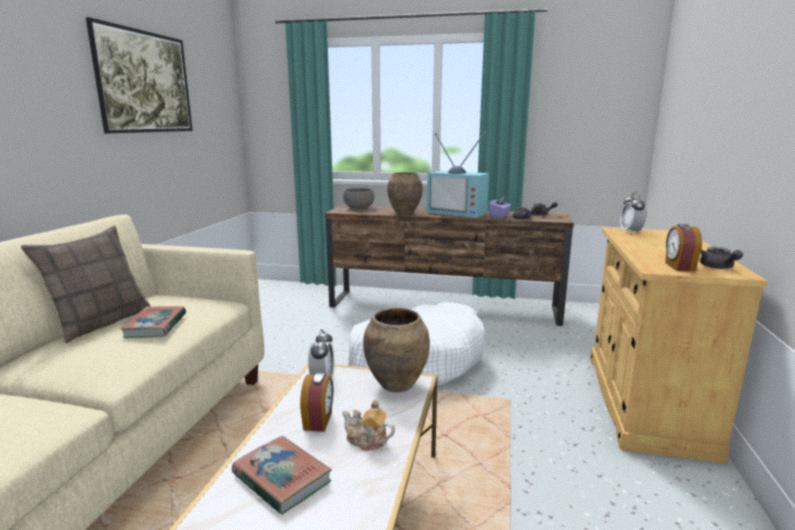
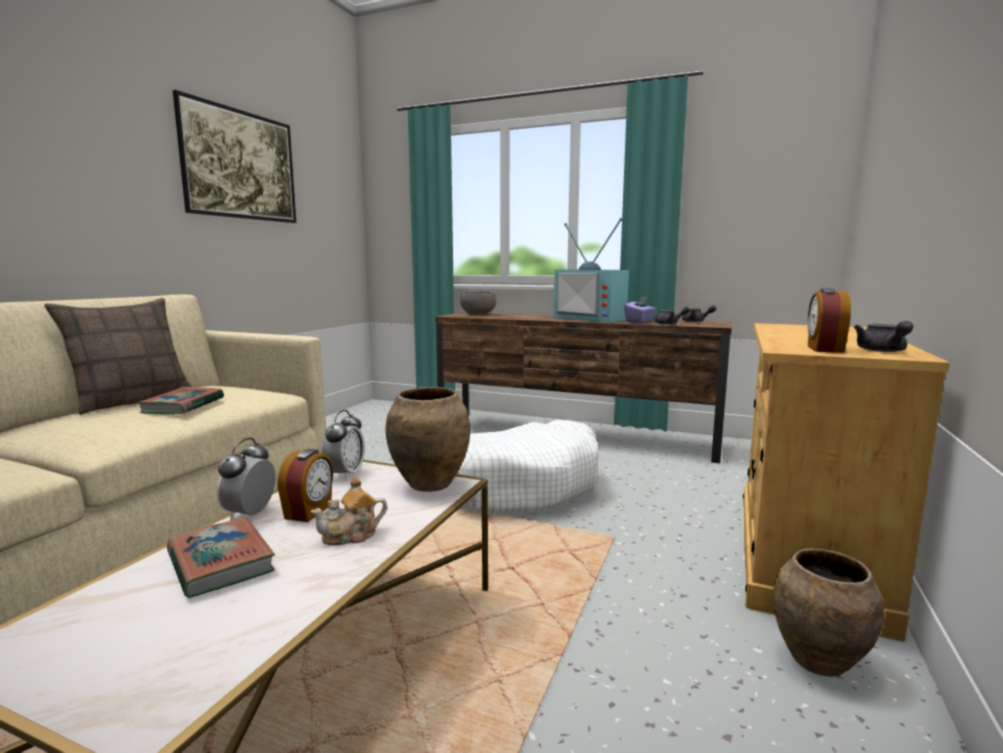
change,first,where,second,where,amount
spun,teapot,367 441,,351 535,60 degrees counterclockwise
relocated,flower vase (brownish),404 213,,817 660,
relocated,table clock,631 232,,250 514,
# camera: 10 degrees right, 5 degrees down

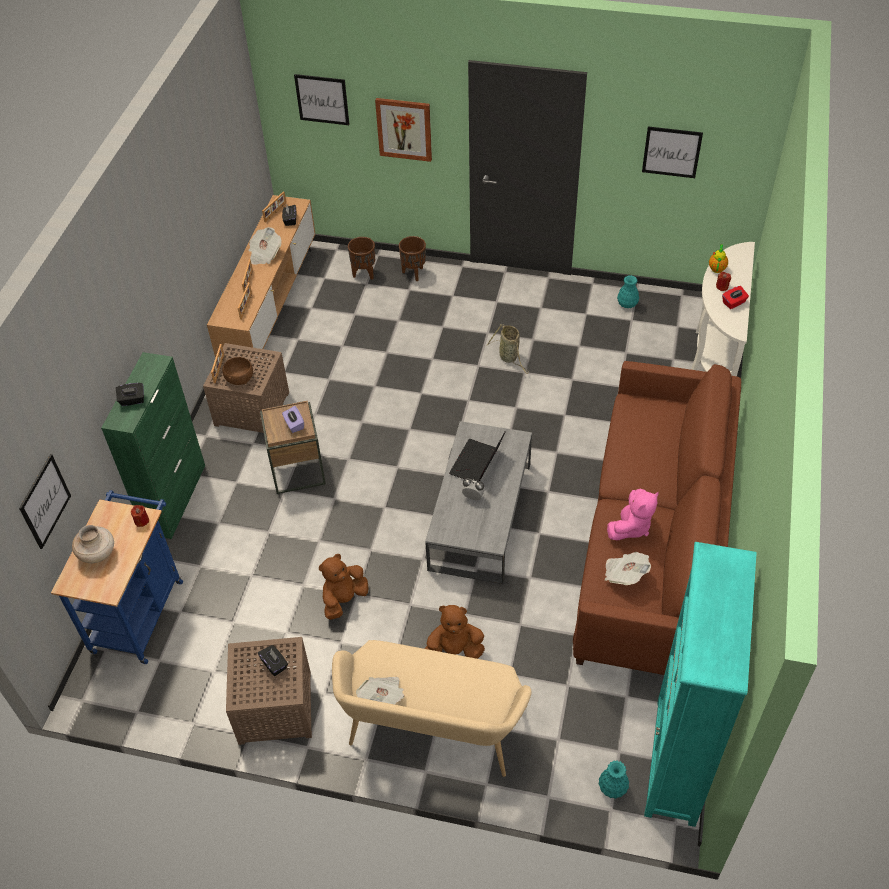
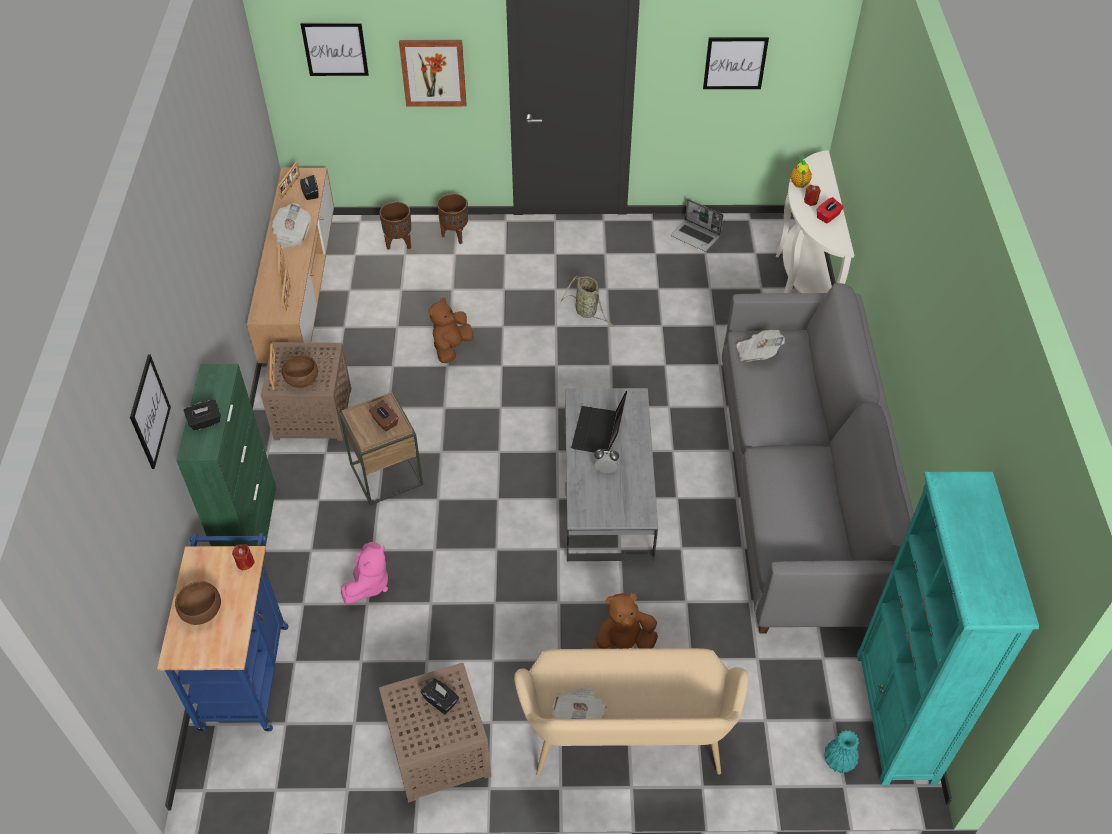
change,first,where,second,where,amount
relocated,wall art,45 501,,149 412,
exchanged,flower vase (sand-coloured),98 554,serving bowl (brownish),202 611,
colour,box of tissues (purple-coloured),294 424,box of tissues (brownish),384 422,
relocated,soft toy (brownish),344 599,,451 347,
colour,couch (brownish),654 545,couch (gray),802 489,
relocated,daily paper,625 574,,757 353,
relocated,soft toy (pink-coloured),631 527,,369 584,
exchanged,flower vase (turquoise-coloured),627 304,portable computer,696 236,
# camera: 15 degrees left, 0 degrees up

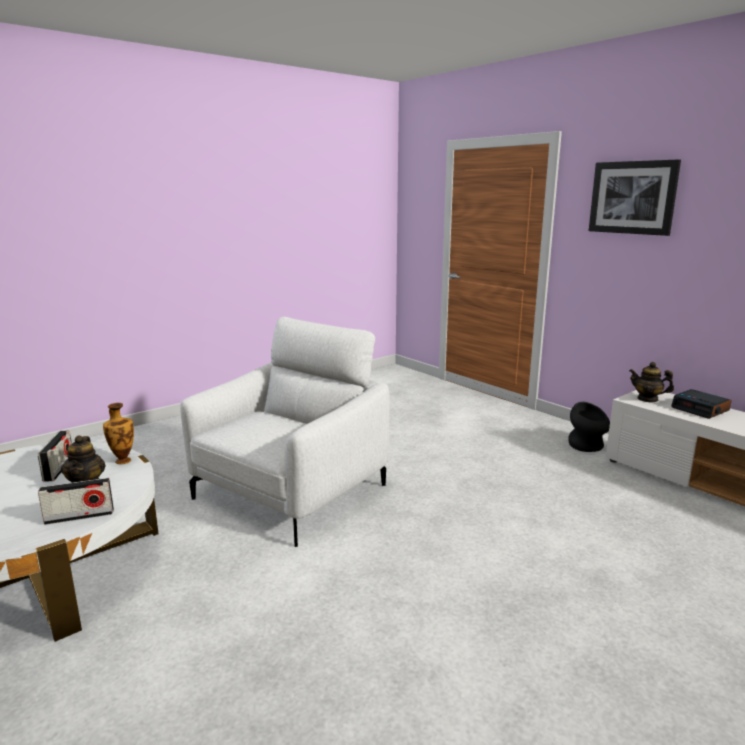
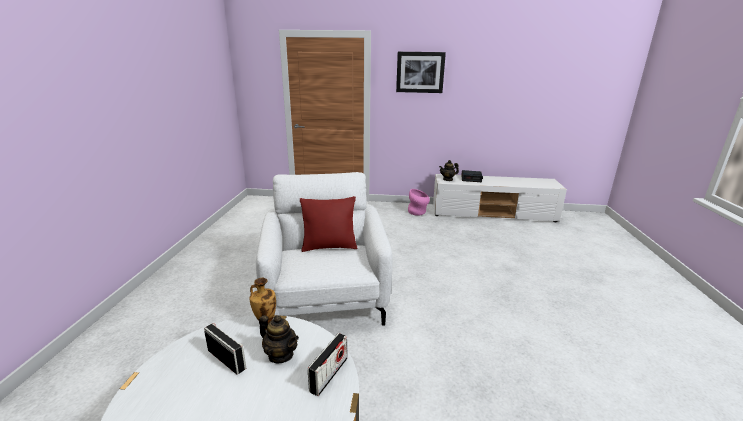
change,first,where,second,where,amount
colour,flower vase (black),587 447,flower vase (pink-coloured),418 212,
appeared,,,cushion (red),329 247,
# camera: 45 degrees left, 5 degrees up

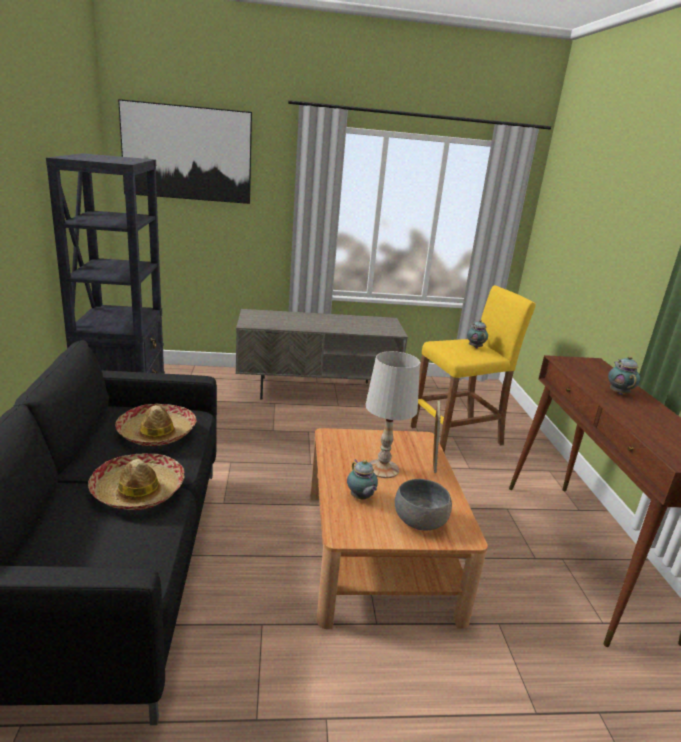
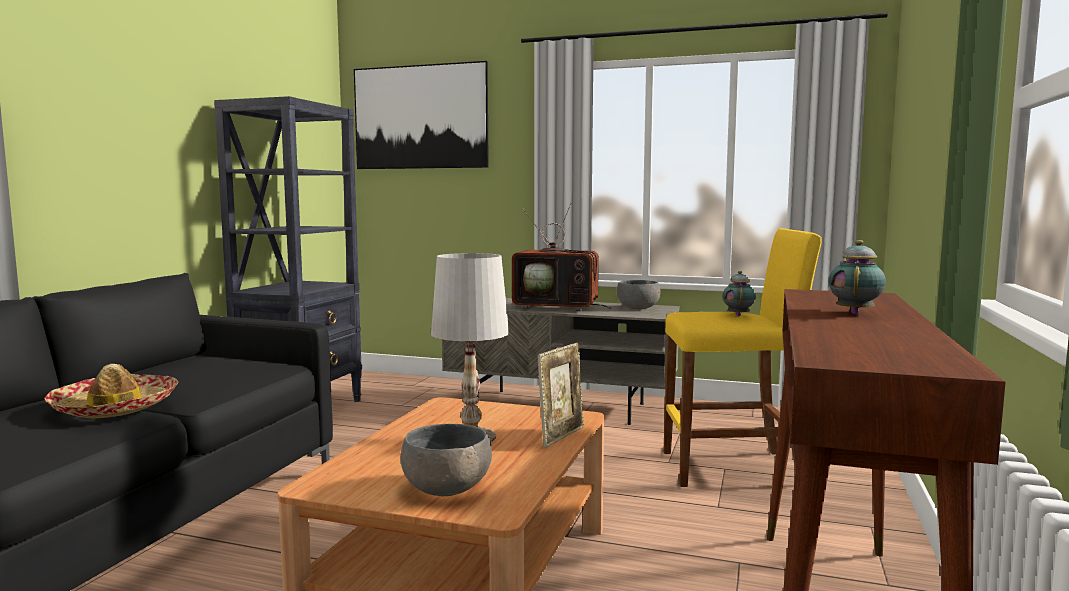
change,first,where,second,where,amount
missing,clothing hat,157 433,,,
missing,teapot,360 498,,,
appeared,,,TV set,559 307,
appeared,,,serving bowl (gray),638 308,
# camera: 25 degrees right, 15 degrees down

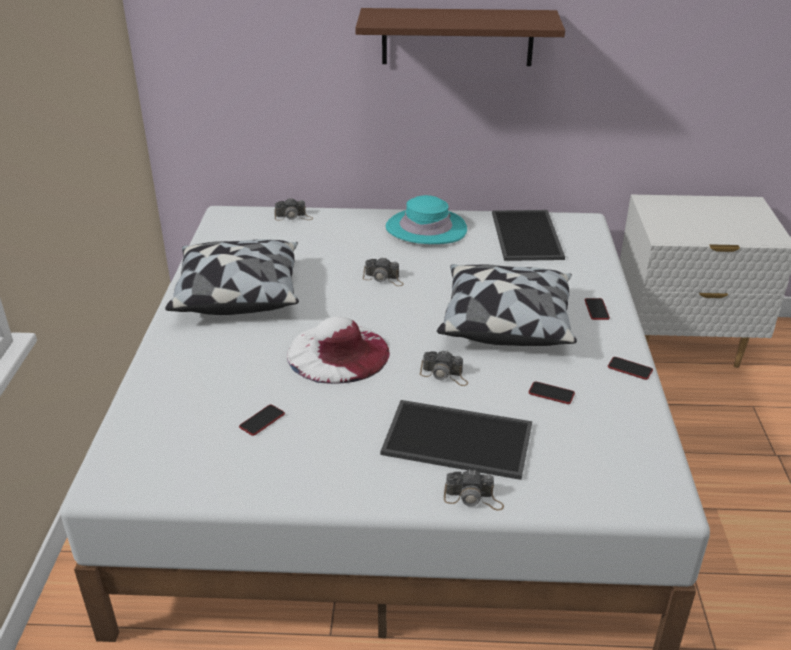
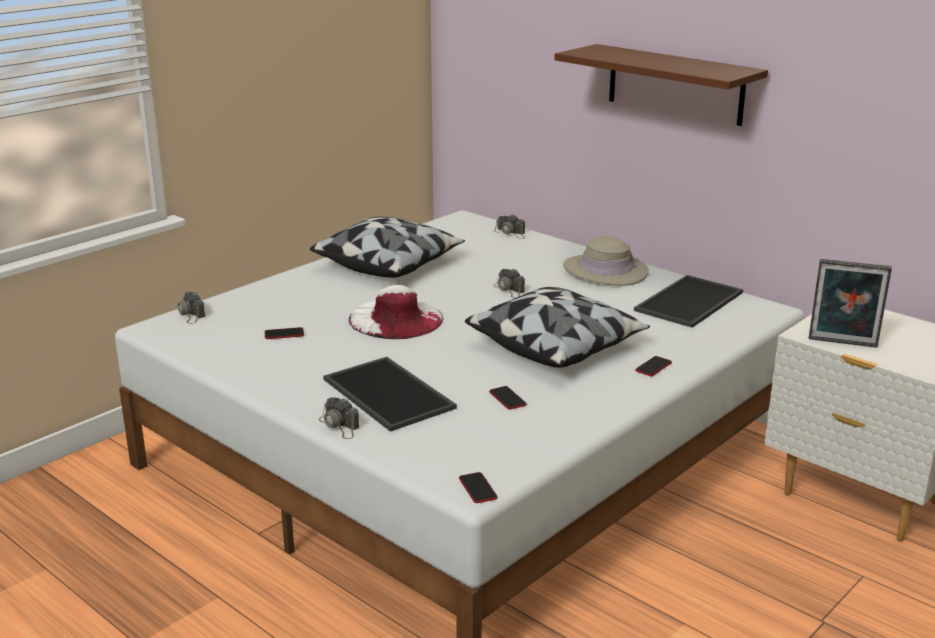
change,first,where,second,where,amount
colour,clothing hat (turquoise-coloured),426 229,clothing hat (sand-coloured),605 271,
relocated,still camera,444 375,,190 314,
relocated,phone,629 369,,478 488,
appeared,,,picture frame,842 344,
# camera: 40 degrees right, 10 degrees down

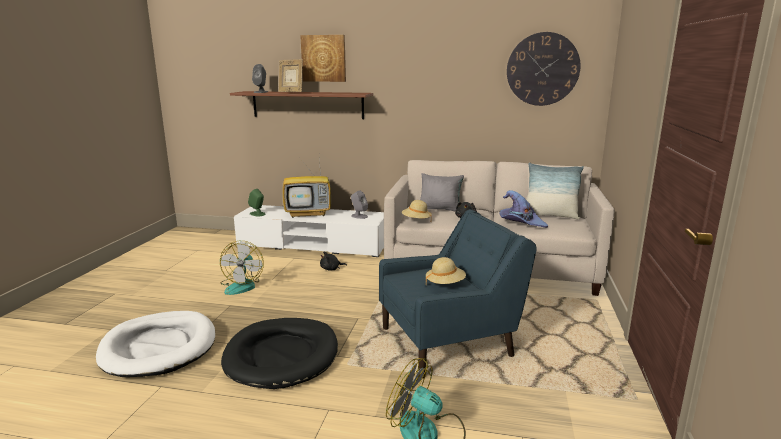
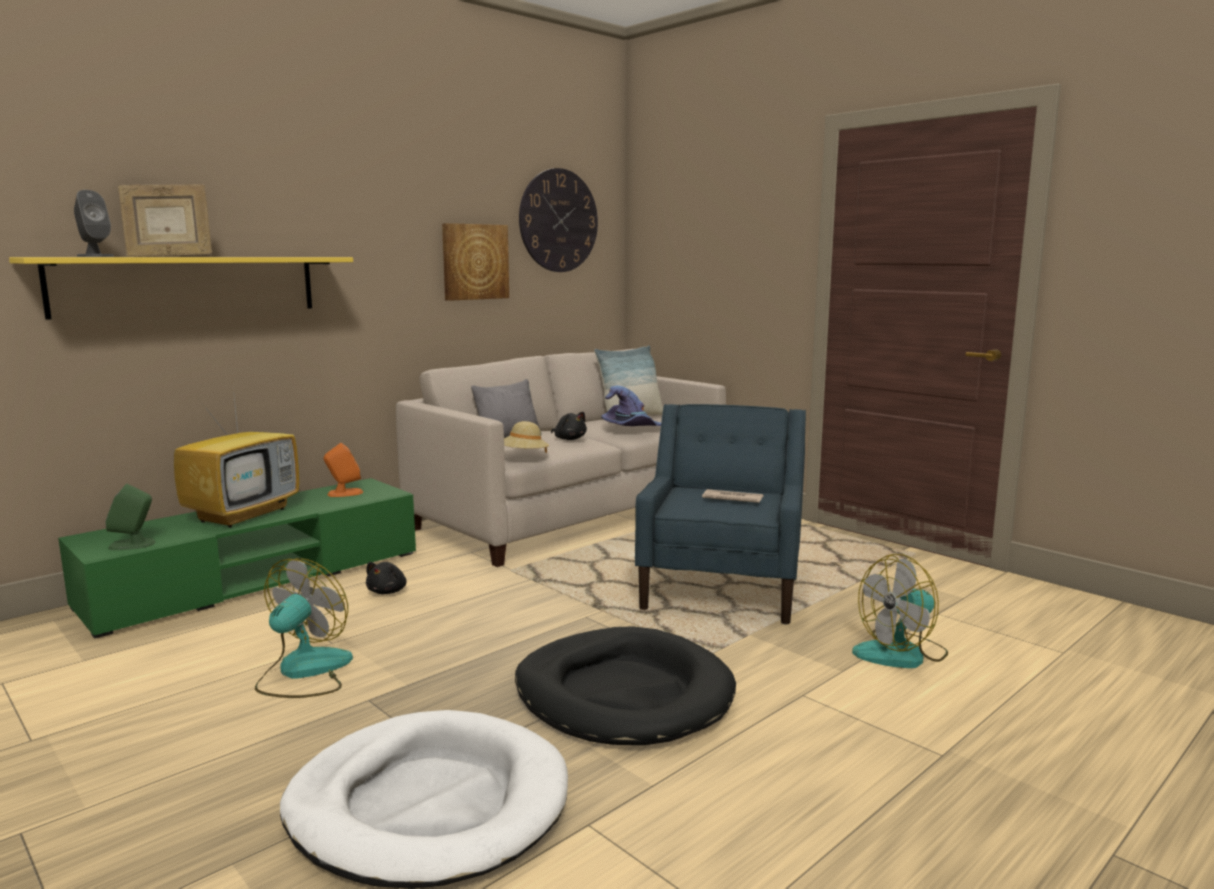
change,first,where,second,where,amount
spun,cooling fan,242 285,,303 672,105 degrees counterclockwise
colour,shelf (brownish),307 105,shelf (yellow),188 285,
colour,media console (white),313 244,media console (green),256 579,
relocated,wall art,324 58,,474 262,
colour,audio speaker (gray),359 216,audio speaker (orange-coloured),344 493,
exchanged,clothing hat (sand-coloured),445 284,daily paper,732 499,
# camera: 55 degrees left, 5 degrees down

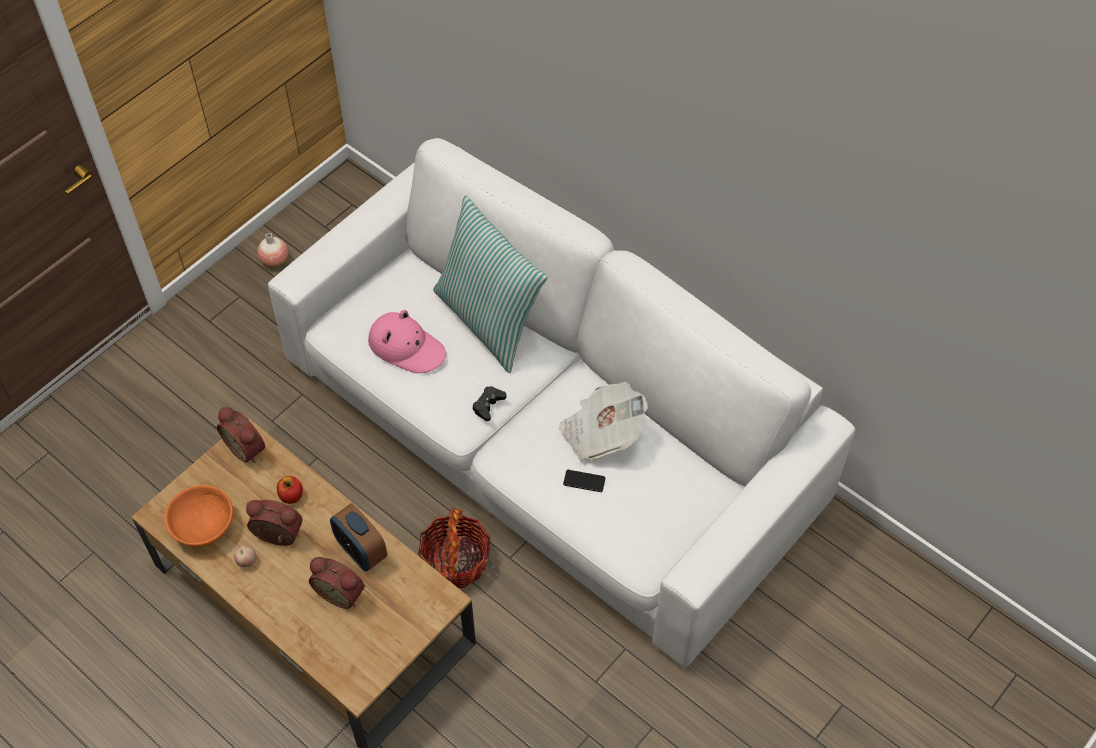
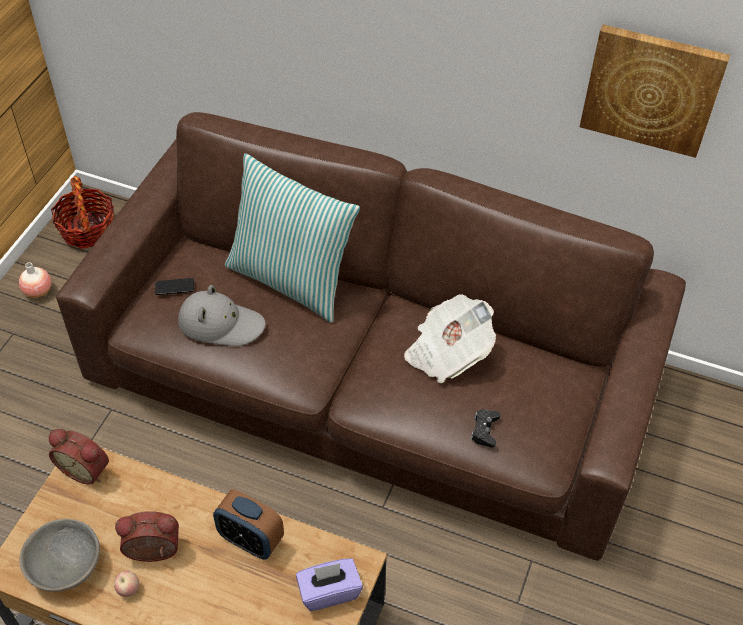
change,first,where,second,where,amount
colour,serving bowl (orange-coloured),204 526,serving bowl (gray),67 566,
colour,couch (white),548 432,couch (brownish),370 378,
missing,apple,291 495,,,
missing,table clock,341 592,,,
colour,clothing hat (pink-coloured),407 347,clothing hat (gray),221 324,
relocated,storage basket,456 561,,88 230,
relocated,game controller (black),488 405,,484 430,
relocated,phone,584 481,,174 287,
appeared,,,box of tissues (purple-coloured),329 591,
appeared,,,wall art,651 89,
# camera: 20 degrees left, 5 degrees down

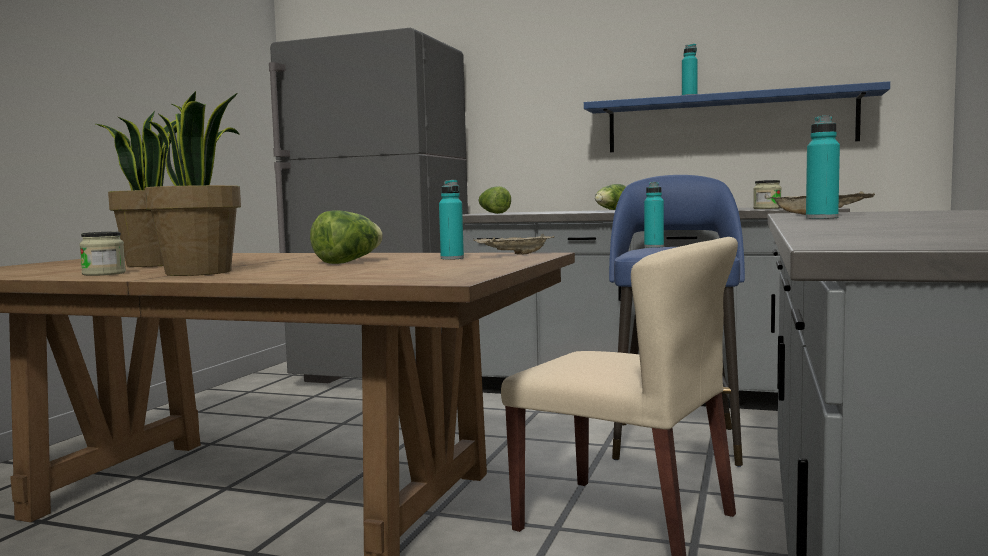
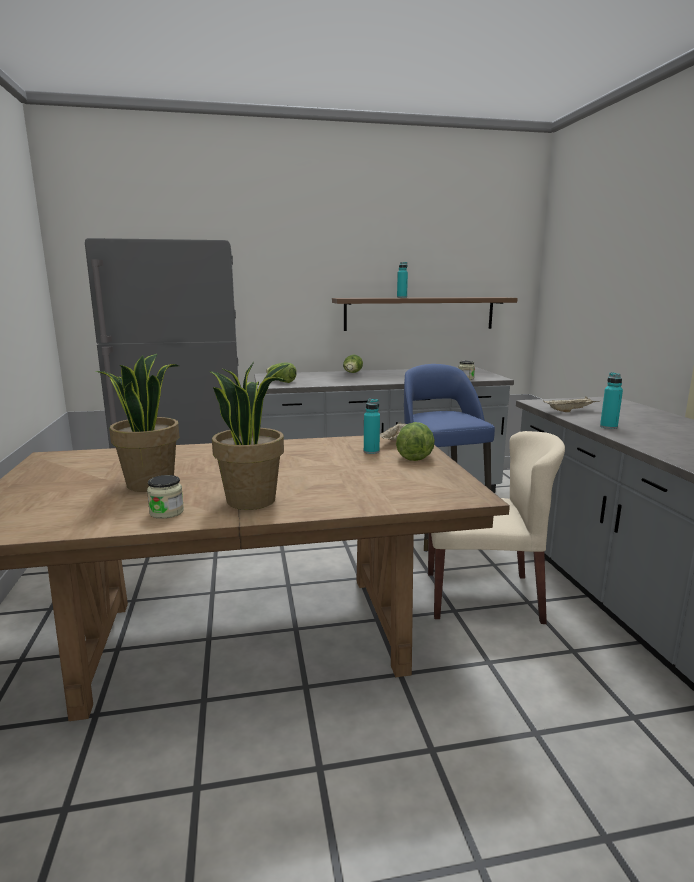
change,first,where,second,where,amount
relocated,head of lettuce,348 262,,414 456,
colour,shelf (blue),728 122,shelf (brownish),419 313,
missing,drink bottle (turquoise-coloured),654 247,,,
# camera: 30 degrees left, 10 degrees up

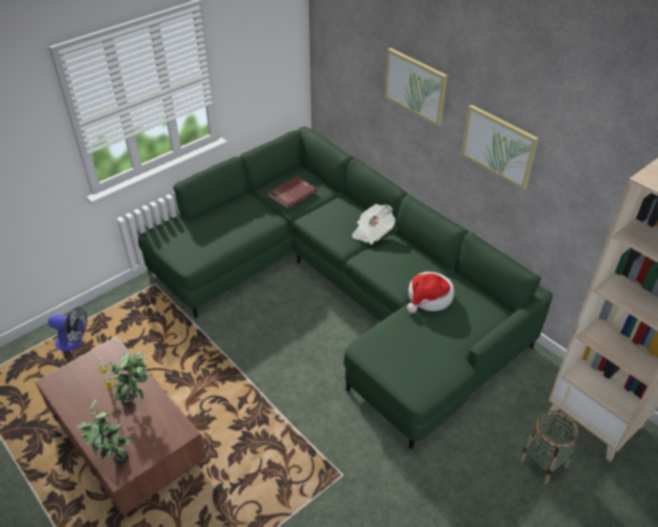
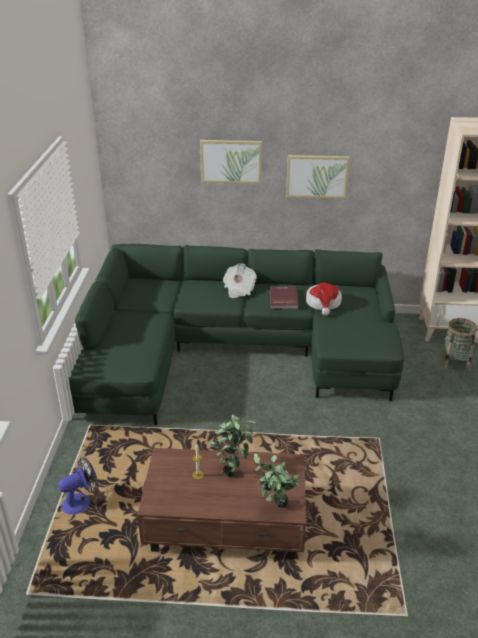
change,first,where,second,where,amount
relocated,book (red),291 193,,282 299,
# camera: 45 degrees left, 10 degrees down

